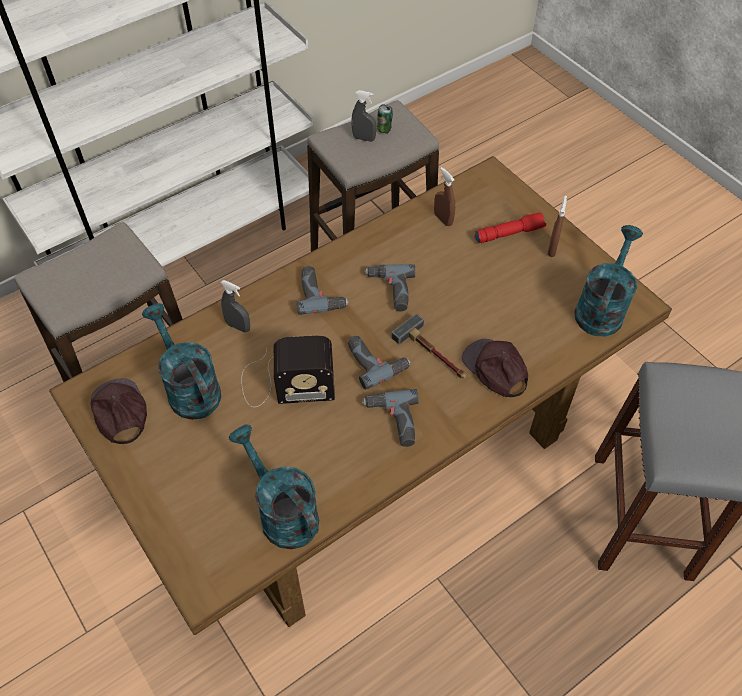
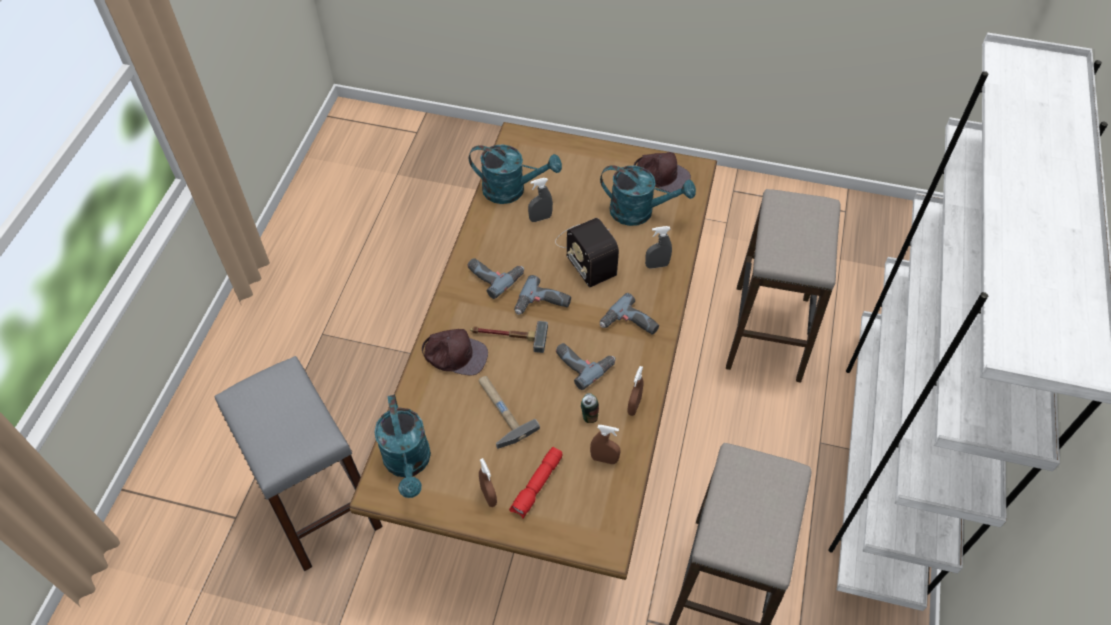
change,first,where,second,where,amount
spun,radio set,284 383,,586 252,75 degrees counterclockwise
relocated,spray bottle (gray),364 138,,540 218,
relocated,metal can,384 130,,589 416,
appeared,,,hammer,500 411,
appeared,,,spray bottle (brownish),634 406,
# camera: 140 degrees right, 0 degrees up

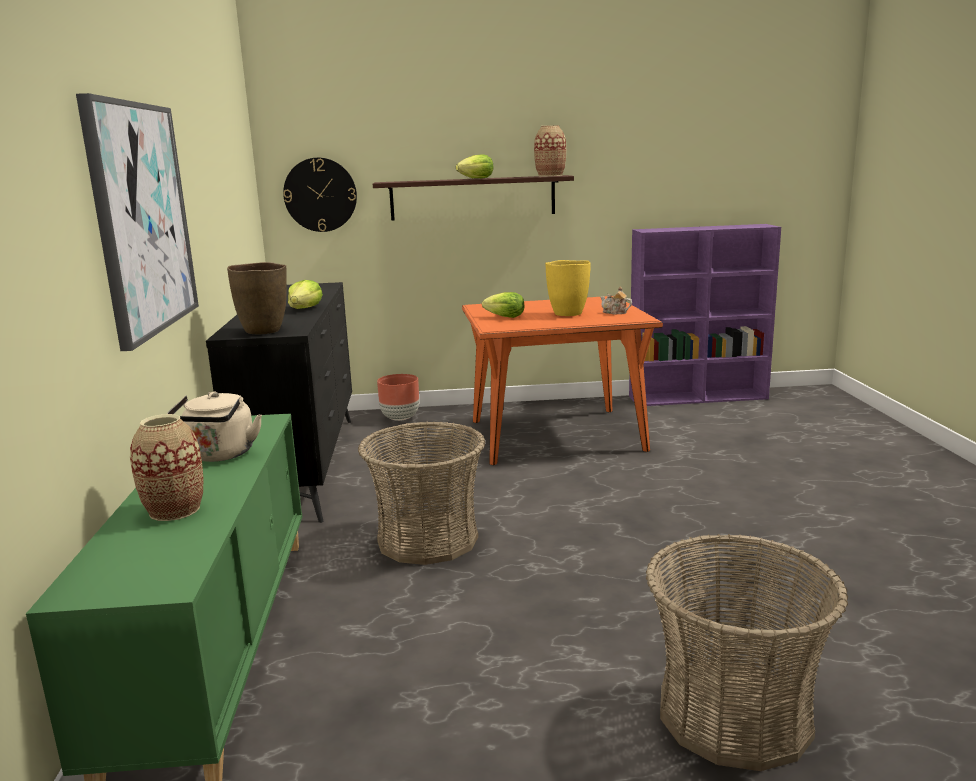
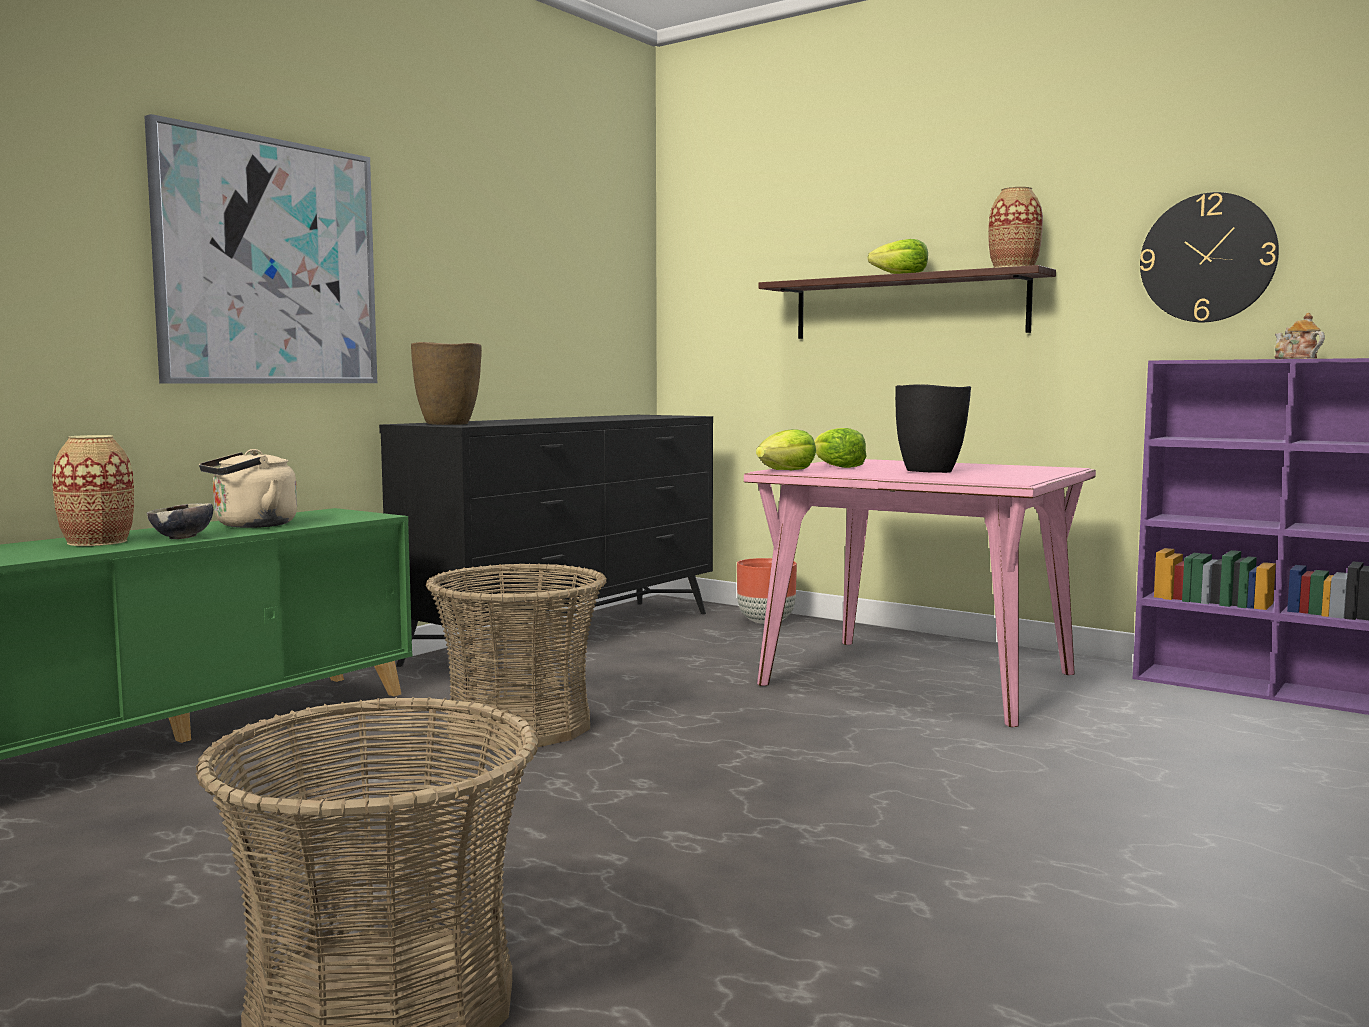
change,first,where,second,where,amount
relocated,hanging clock,320 195,,1207 258,
relocated,head of lettuce,305 308,,786 471,
colour,dining table (orange-coloured),556 435,dining table (pink-coloured),919 679,
colour,flower vase (yellow),567 314,flower vase (black),929 471,
relocated,teapot,615 312,,1295 358,
appeared,,,serving bowl,182 538,
# camera: 40 degrees right, 10 degrees down

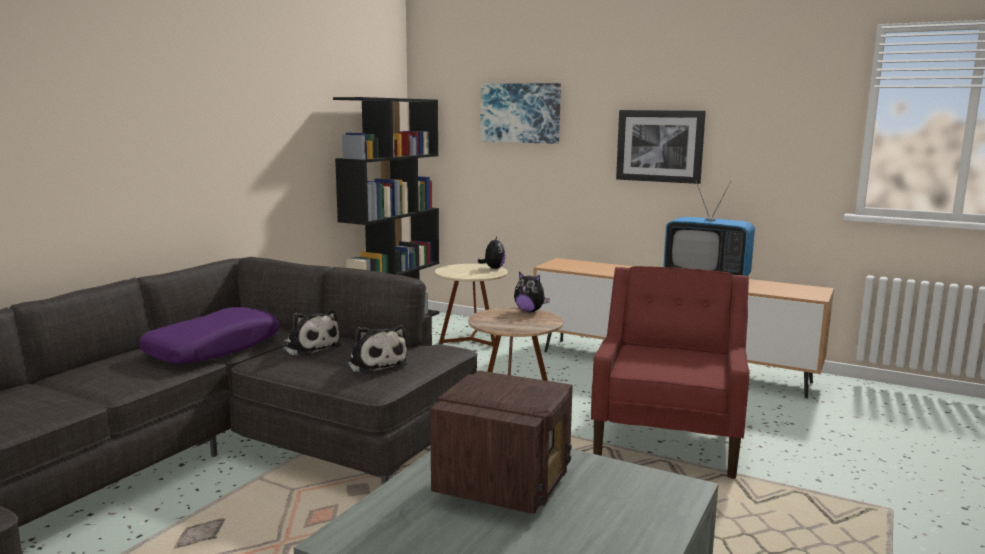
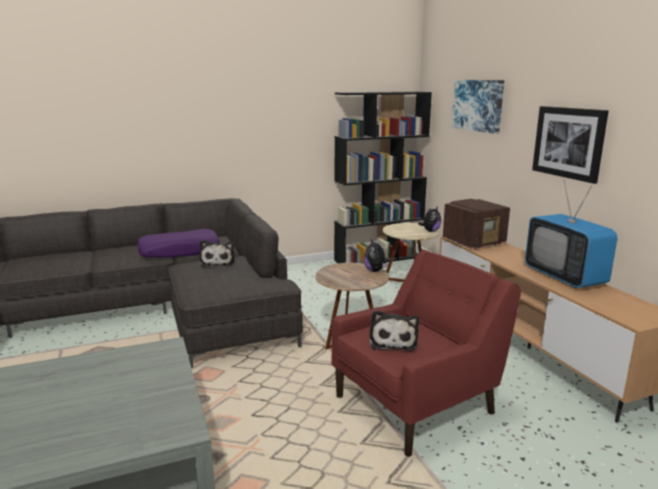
change,first,where,second,where,amount
relocated,soft toy,376 364,,393 341,
relocated,radio set,505 482,,474 242,
# camera: 40 degrees right, 5 degrees up

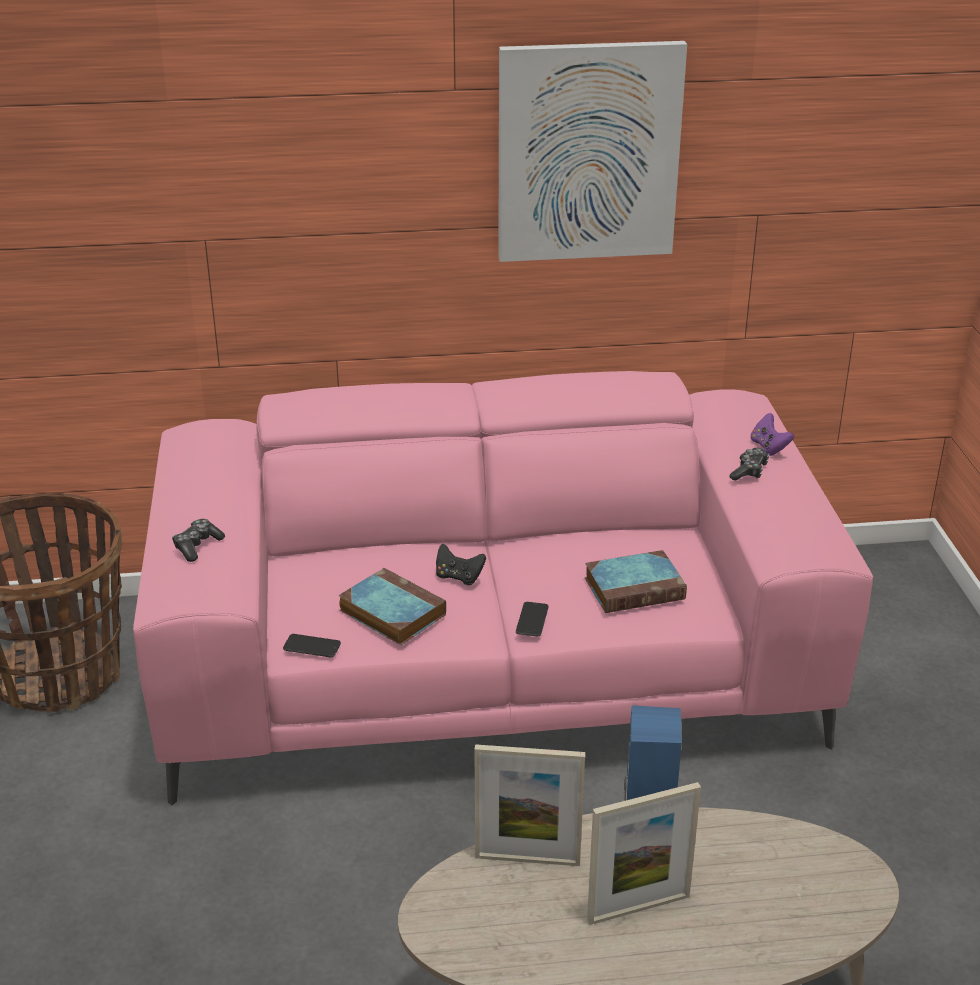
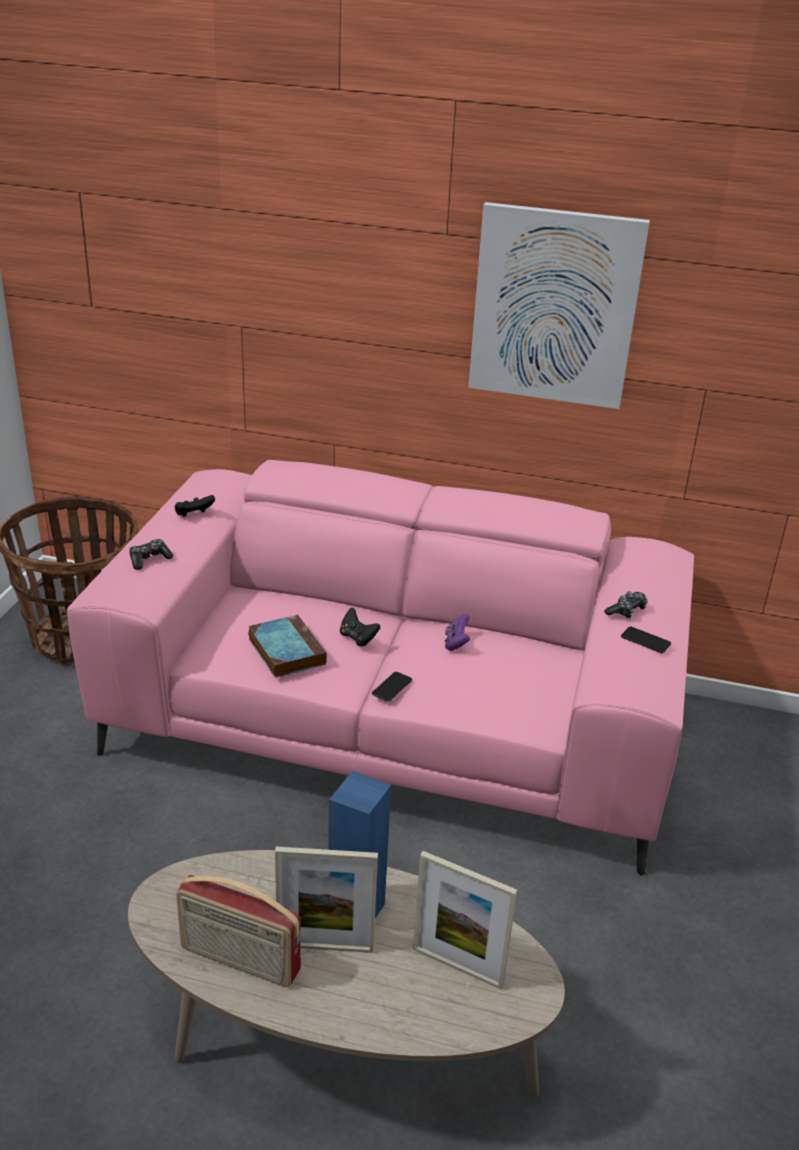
change,first,where,second,where,amount
relocated,phone,312 646,,645 640,
relocated,picture frame,527 859,,457 967,
missing,book,636 587,,,
relocated,game controller (purple-coloured),769 447,,456 643,
appeared,,,game controller (black),194 515,
appeared,,,radio set,239 961,
# camera: 20 degrees right, 0 degrees up

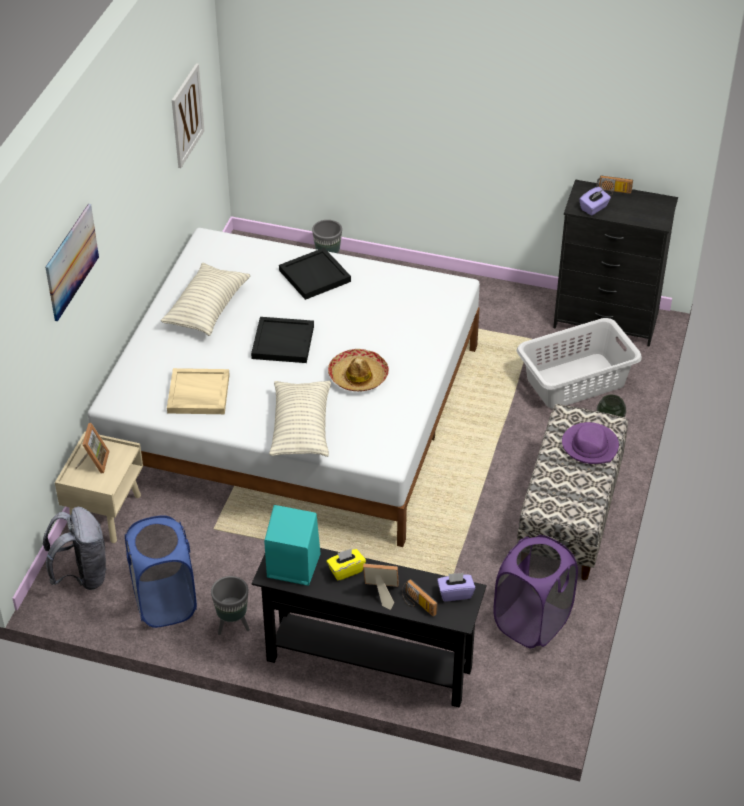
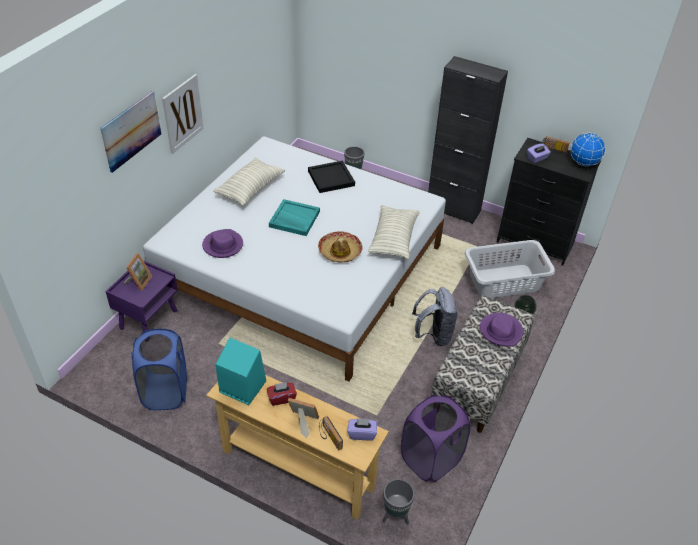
change,first,where,second,where,amount
relocated,rucksack (gray),82 575,,433 335,
colour,bedside table (sand-coloured),106 513,bedside table (purple-coloured),149 319,
exchanged,tray (sand-coloured),198 394,clothing hat (purple-coloured),222 245,
relocated,wall art,187 115,,182 113,
relocated,plant pot (gray),233 626,,395 516,
colour,tray (black),282 342,tray (turquoise-coloured),294 219,
colour,narrow table (black),368 665,narrow table (sand-coloured),297 470,
relocated,cushion,301 428,,393 239,
colour,box of tissues (yellow),346 570,box of tissues (red),281 398,
appeared,,,cabinet (black),453 209,
appeared,,,world globe,584 163,
# camera: 10 degrees right, 0 degrees up

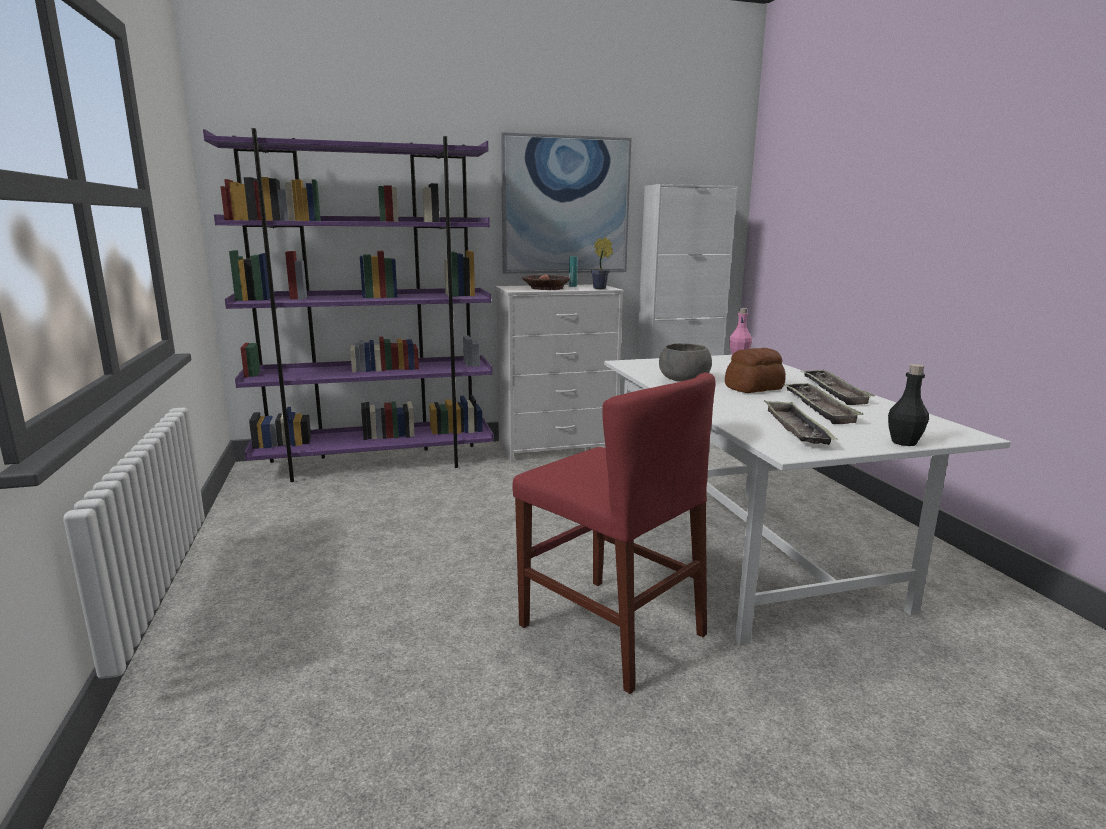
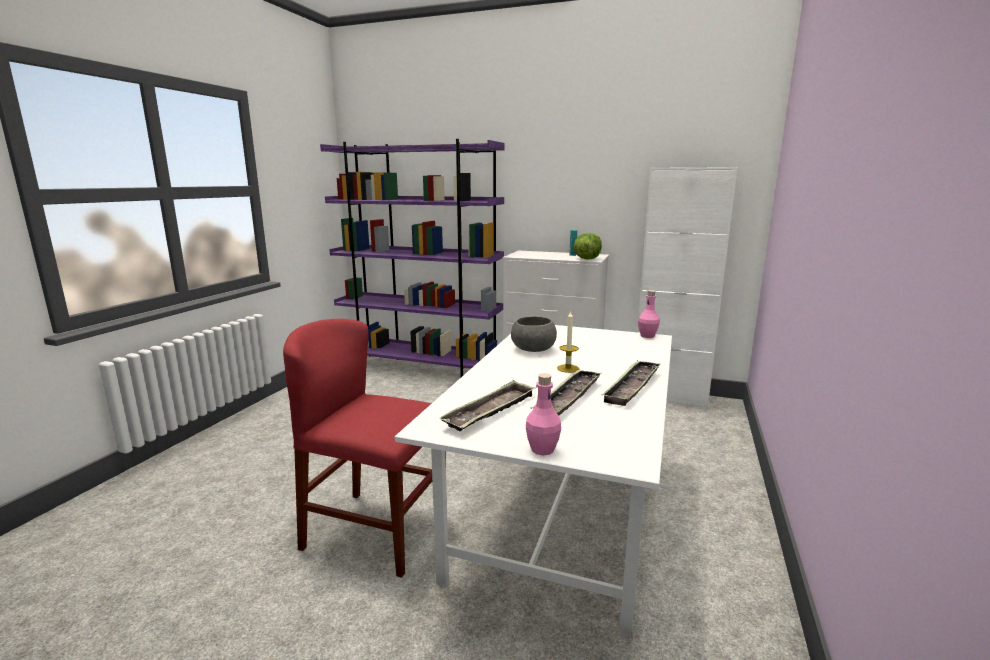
change,first,where,second,where,amount
missing,wall art,565 206,,,
spun,chair (red),611 629,,376 531,120 degrees clockwise
missing,serving bowl,546 288,,,
exchanged,plant in a pot,601 288,head of lettuce,587 259,
exchanged,bakery bread,754 388,candle,568 368,
colour,drink bottle (black),904 442,drink bottle (pink-coloured),542 449,
# camera: 35 degrees right, 0 degrees up

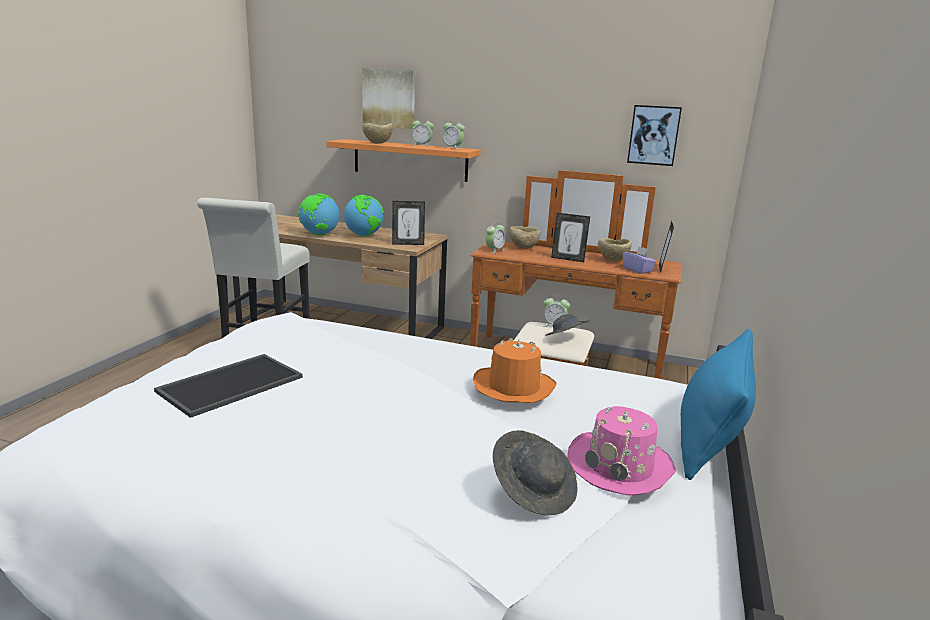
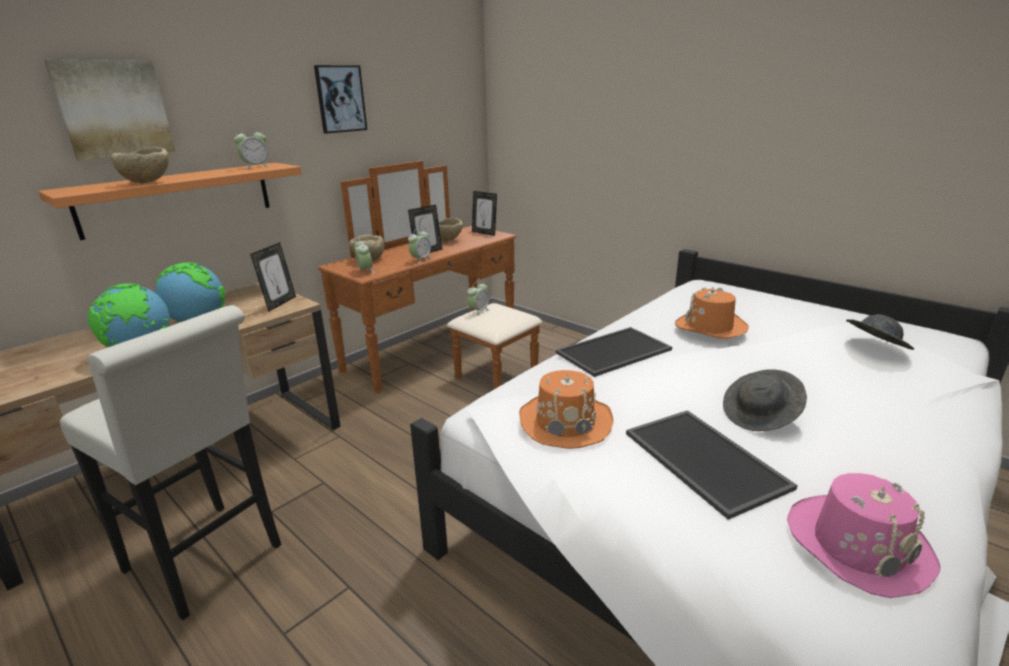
change,first,where,second,where,amount
relocated,table clock,422 145,,420 259,
relocated,clothing hat (gray),565 338,,760 416,
relocated,clothing hat (pink-coloured),620 465,,857 545,
missing,box of tissues (purple-coloured),637 270,,,
relocated,wall art,654 135,,340 99,
missing,cushion (blue),710 437,,,
appeared,,,clothing hat (orange-coloured),565 422,
appeared,,,tray,614 352,
# camera: 65 degrees left, 5 degrees up

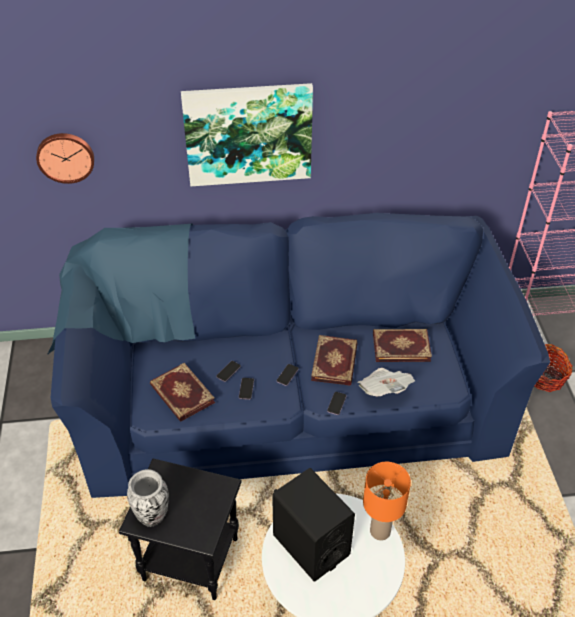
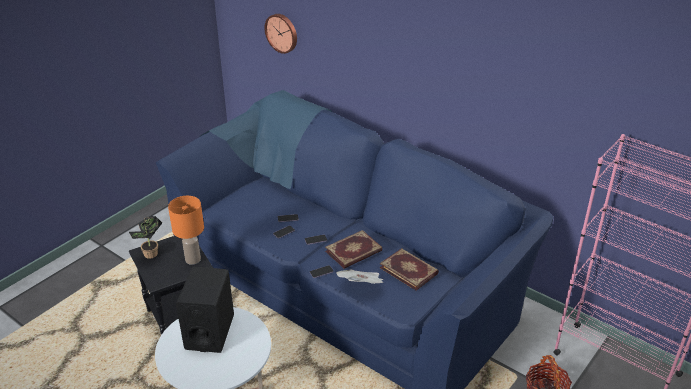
change,first,where,second,where,amount
exchanged,flower vase,153 517,plant in a pot,151 255,
missing,book,181 394,,,
missing,wall art,248 134,,,
relocated,table lamp (orange-coloured),380 531,,192 259,
# camera: 45 degrees right, 10 degrees down

